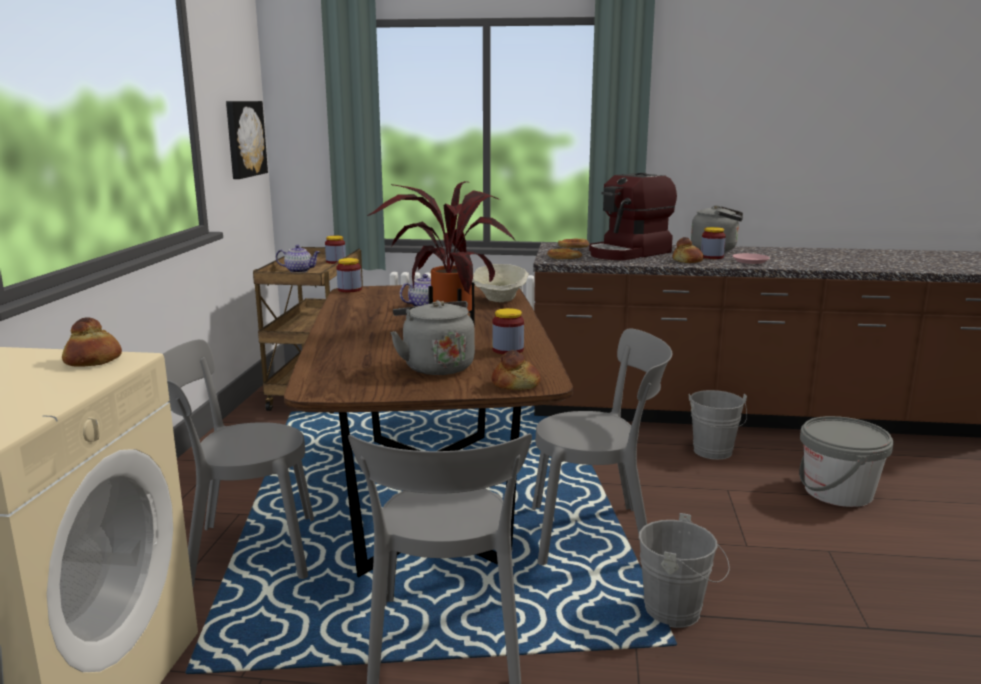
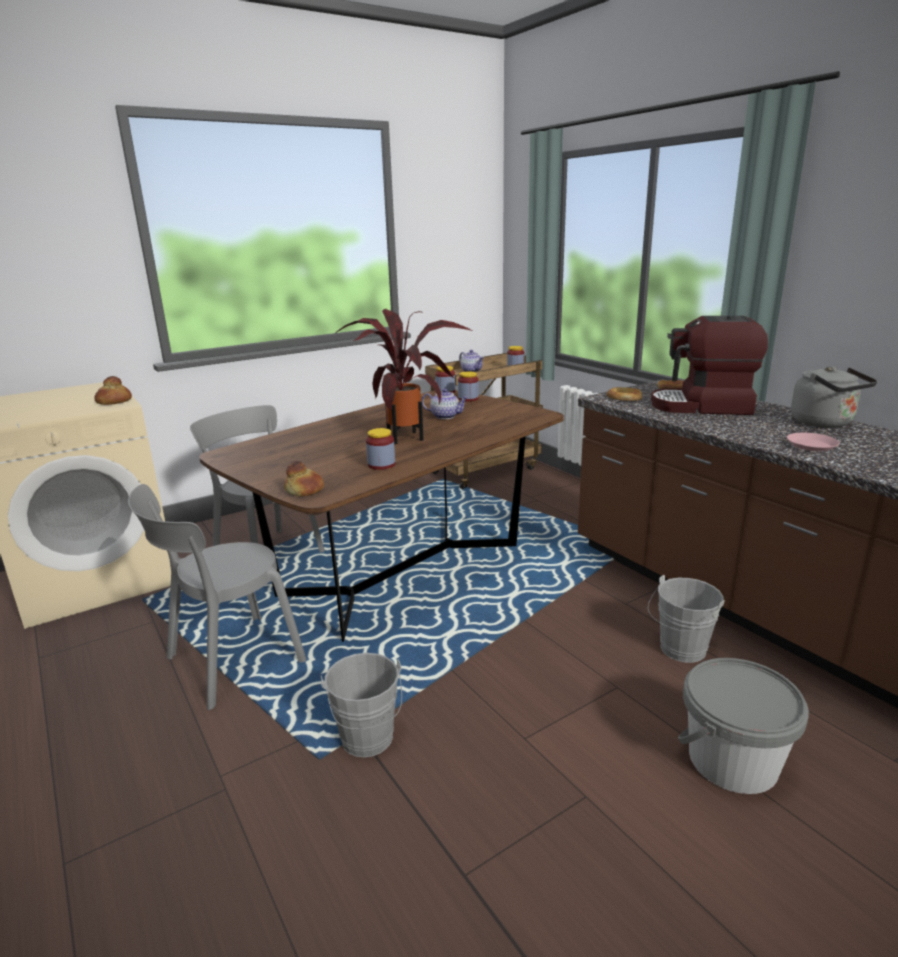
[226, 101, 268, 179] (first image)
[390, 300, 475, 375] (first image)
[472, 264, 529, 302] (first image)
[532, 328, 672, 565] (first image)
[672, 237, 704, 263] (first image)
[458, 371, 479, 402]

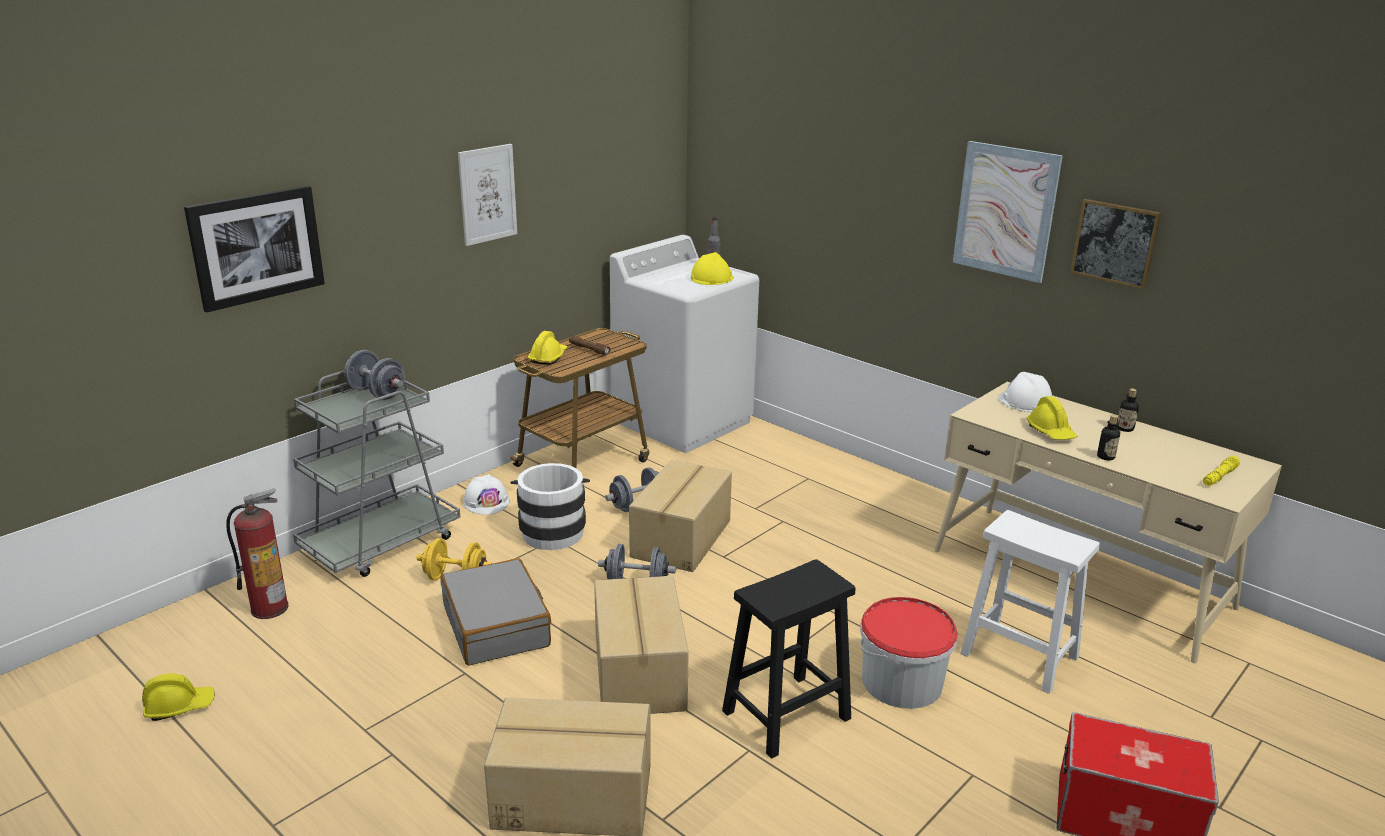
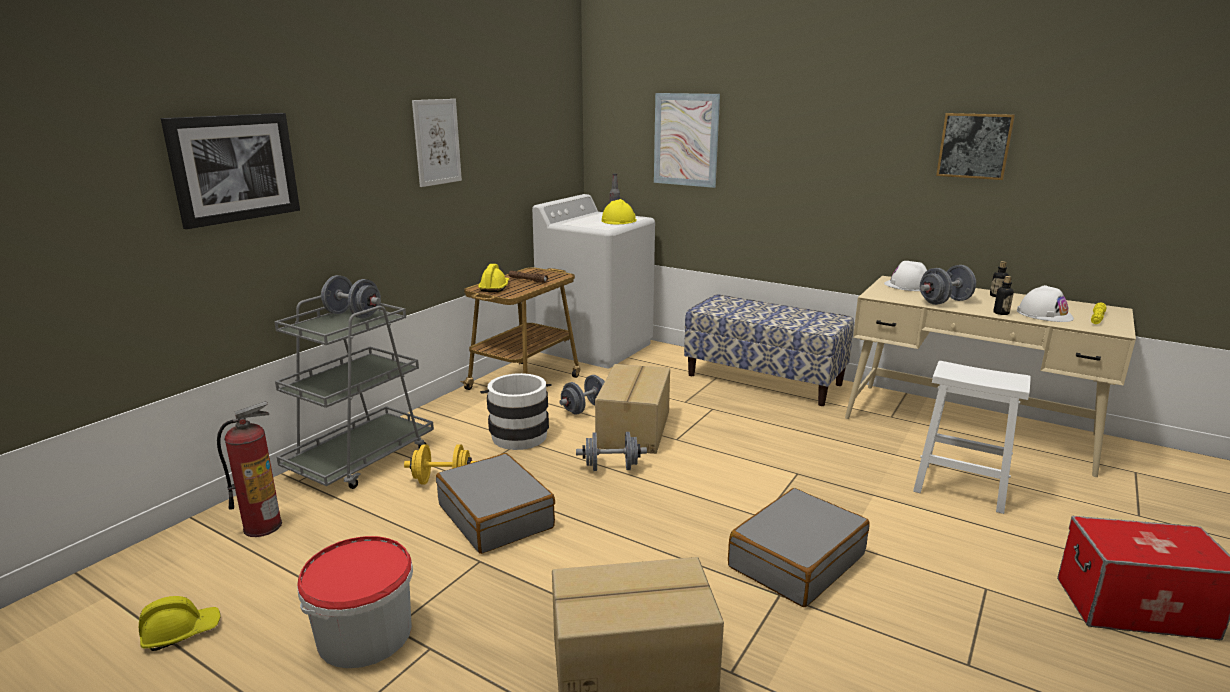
[1017, 285, 1074, 322]
[594, 576, 689, 714] (first image)
[728, 488, 870, 607]
[297, 536, 413, 668]
[654, 93, 720, 188]
[920, 265, 976, 305]
[684, 294, 854, 406]

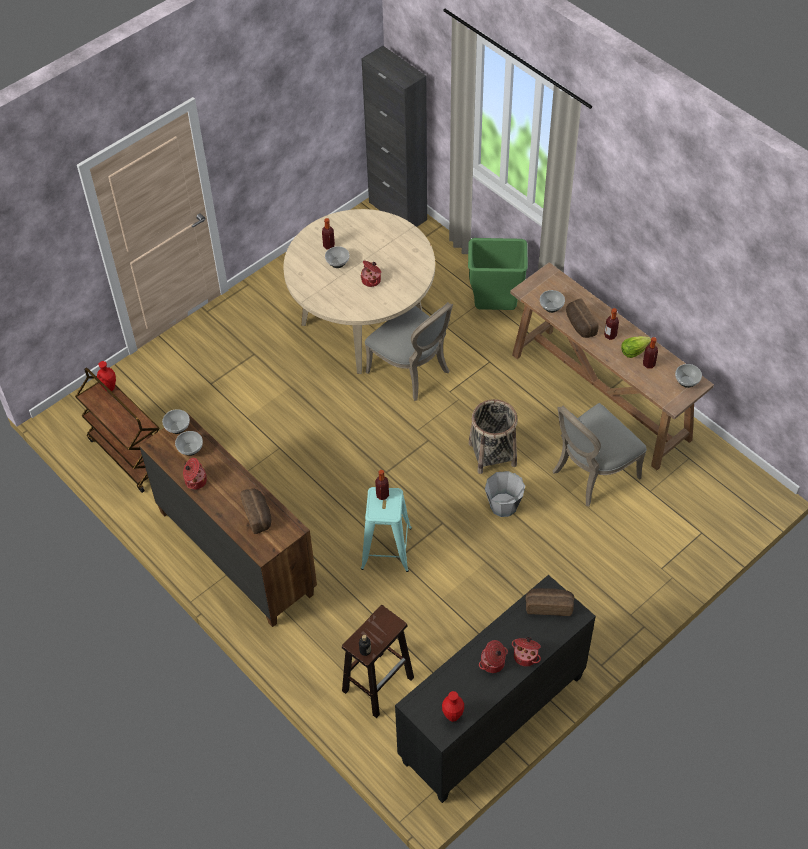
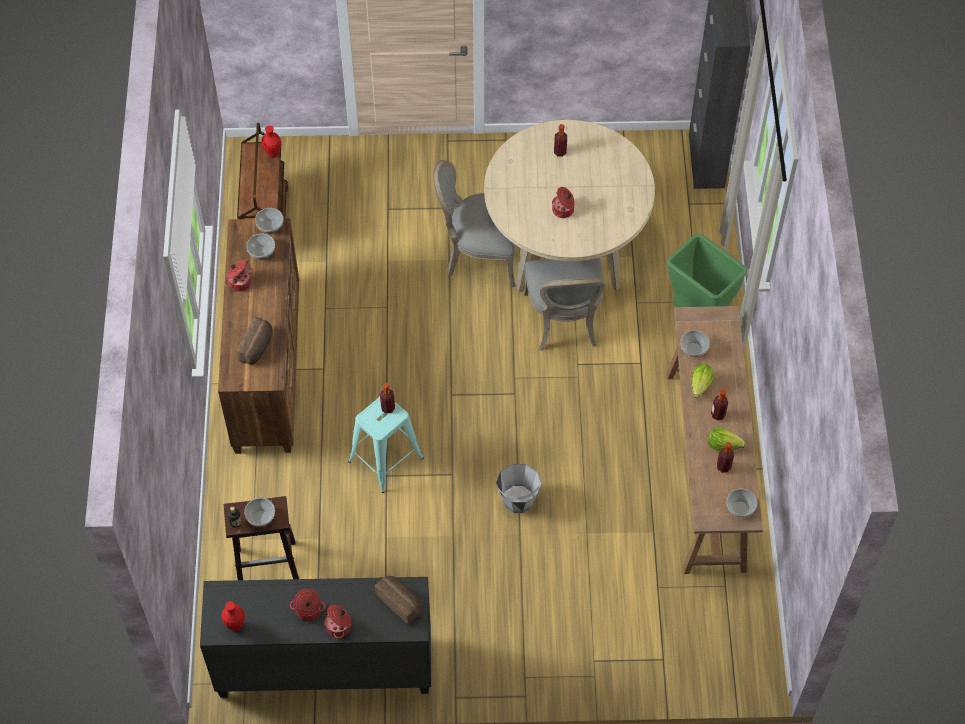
[244, 498, 275, 526]
[469, 399, 518, 474] (first image)
[433, 160, 515, 287]
[691, 364, 714, 398]

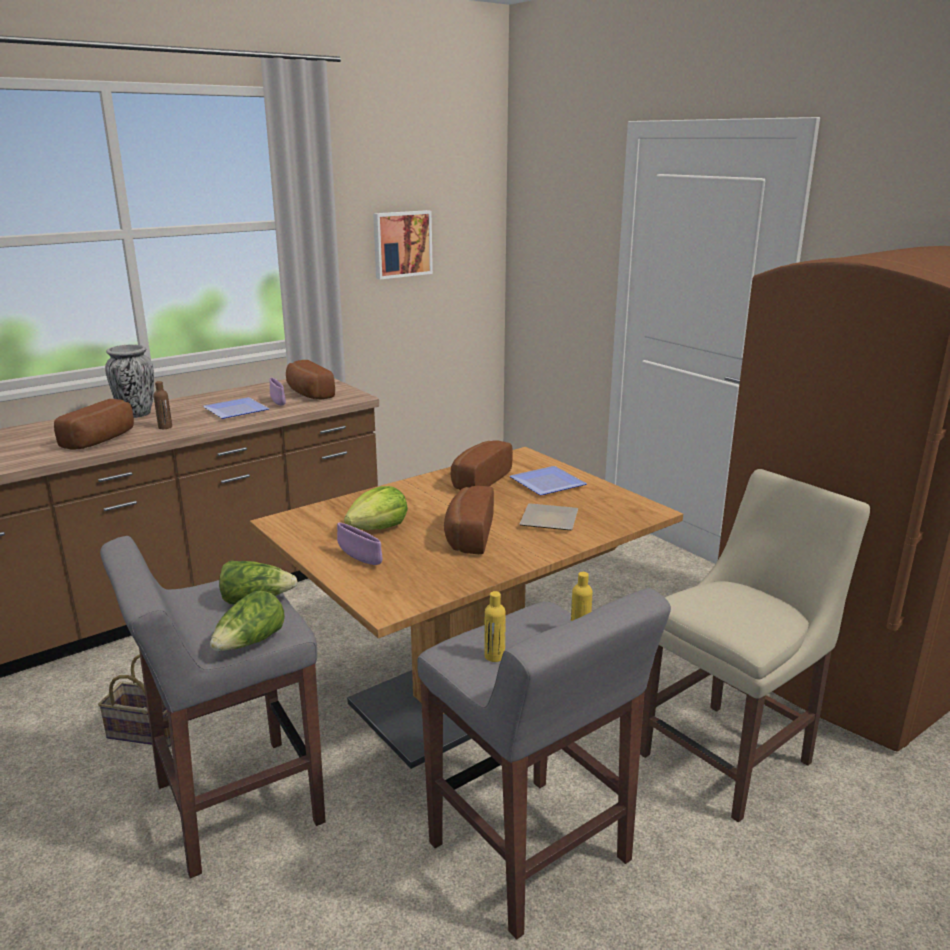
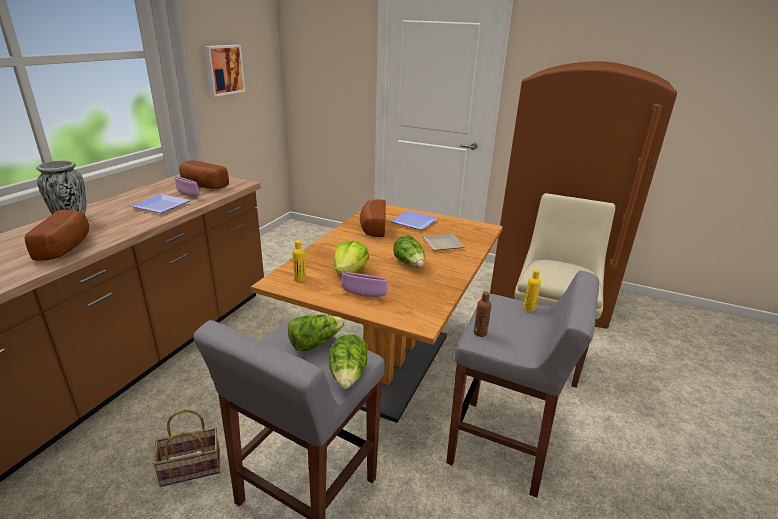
[474, 291, 491, 337]
[393, 235, 425, 267]
[292, 240, 306, 282]

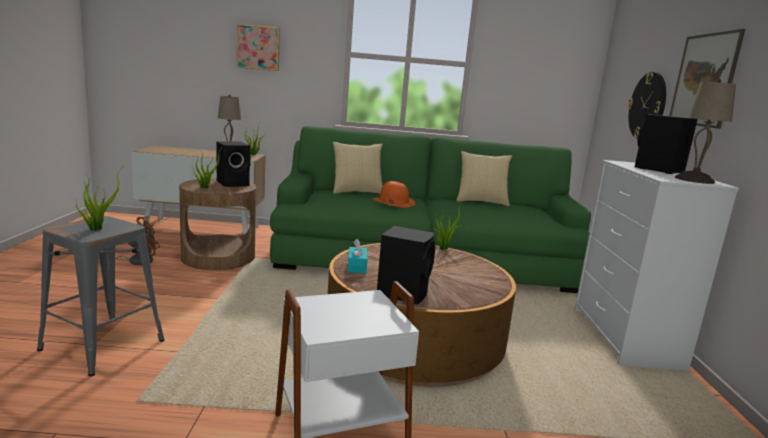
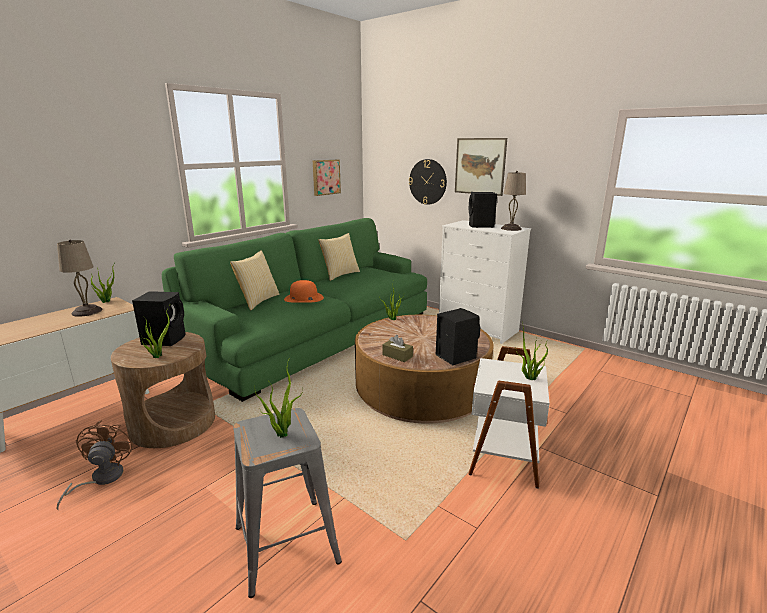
[313, 160, 341, 196]
[382, 335, 413, 362]
[516, 323, 549, 380]

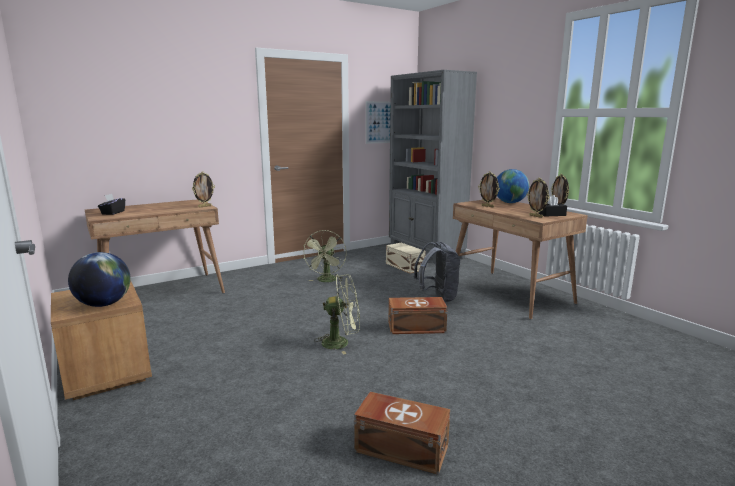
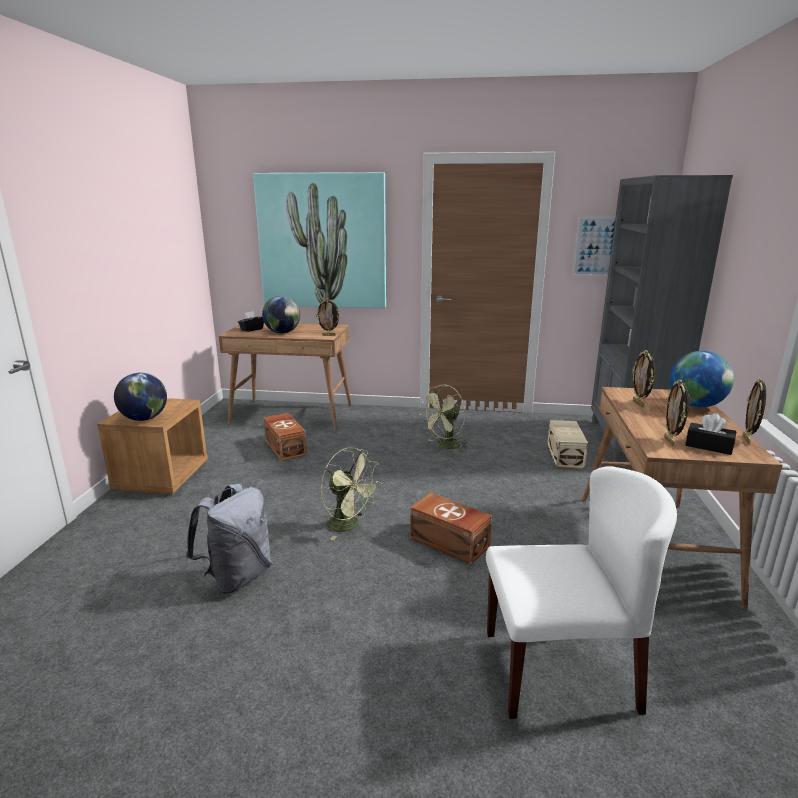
[263, 413, 307, 461]
[186, 484, 272, 594]
[253, 172, 386, 308]
[262, 296, 300, 333]
[486, 467, 677, 719]

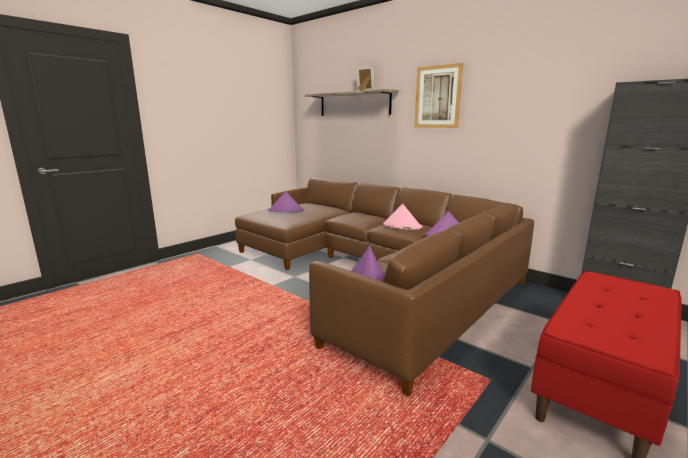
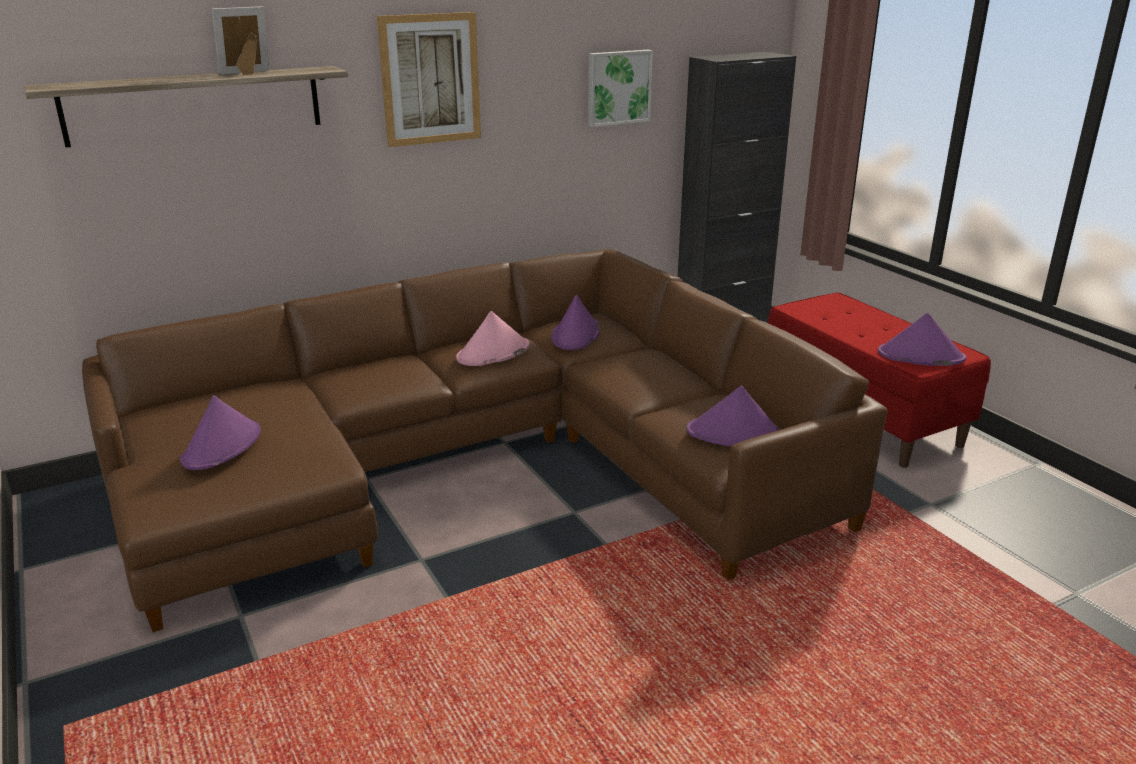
[588, 50, 653, 127]
[878, 313, 966, 366]

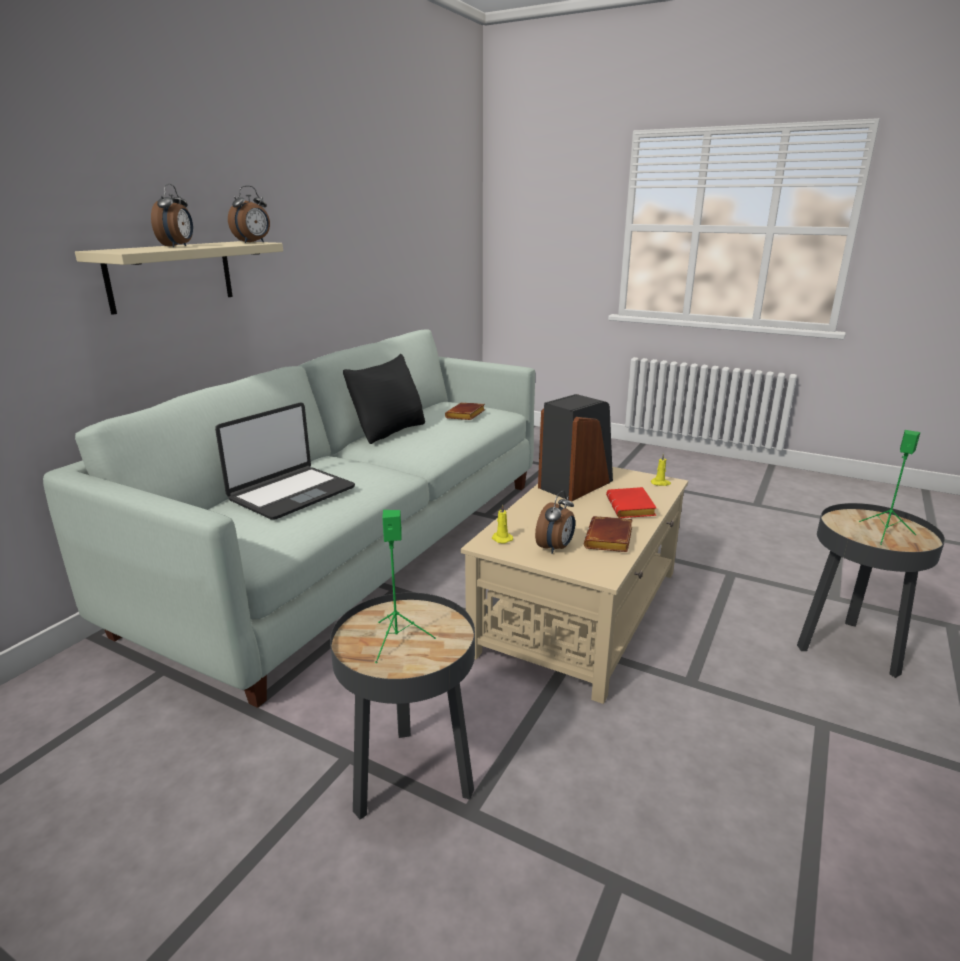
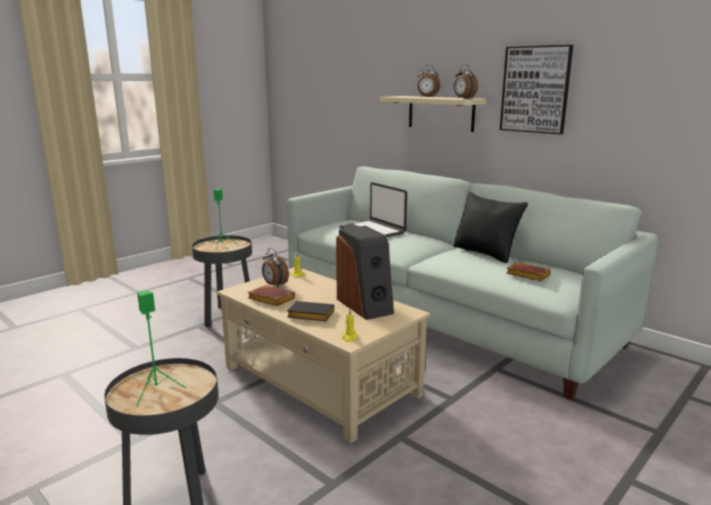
[287, 301, 334, 321]
[500, 45, 573, 134]

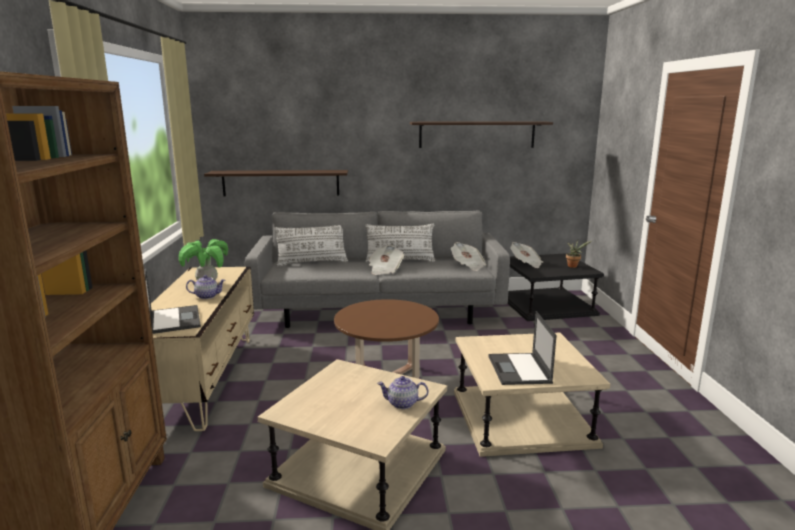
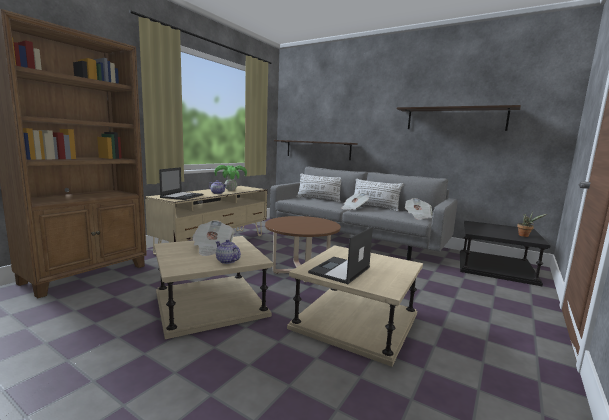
[192, 220, 235, 256]

